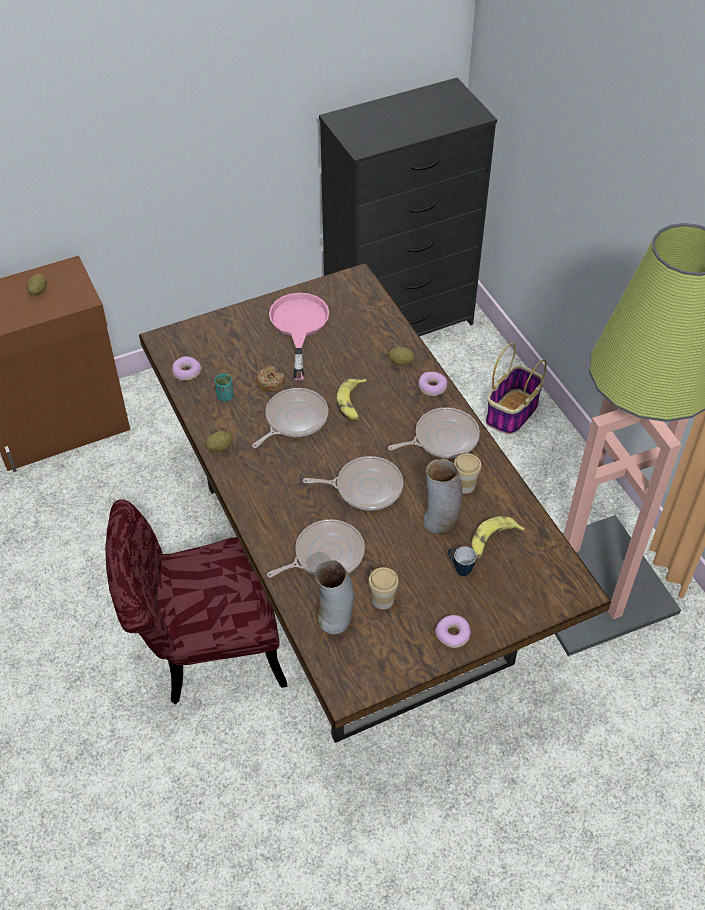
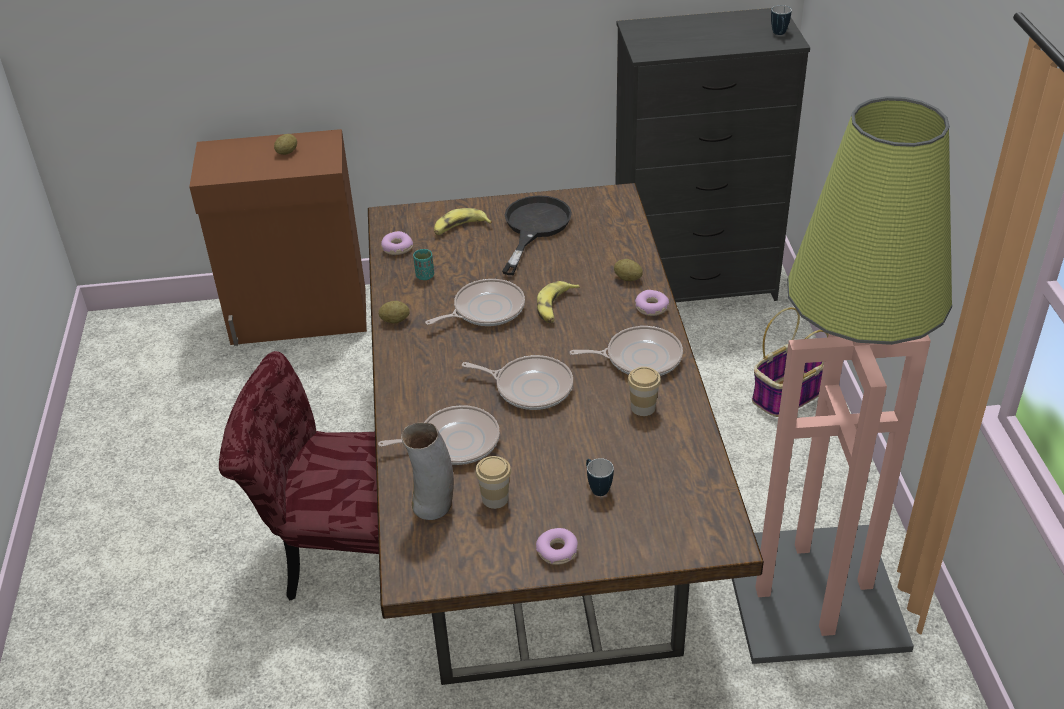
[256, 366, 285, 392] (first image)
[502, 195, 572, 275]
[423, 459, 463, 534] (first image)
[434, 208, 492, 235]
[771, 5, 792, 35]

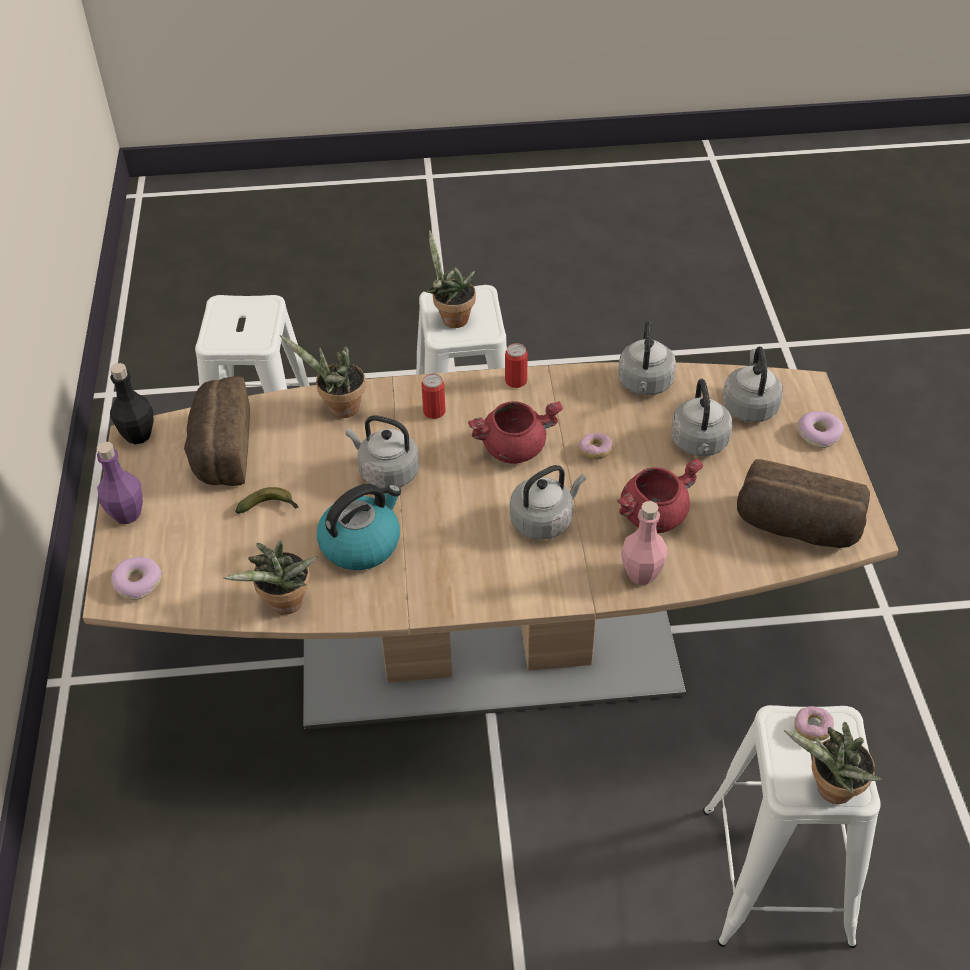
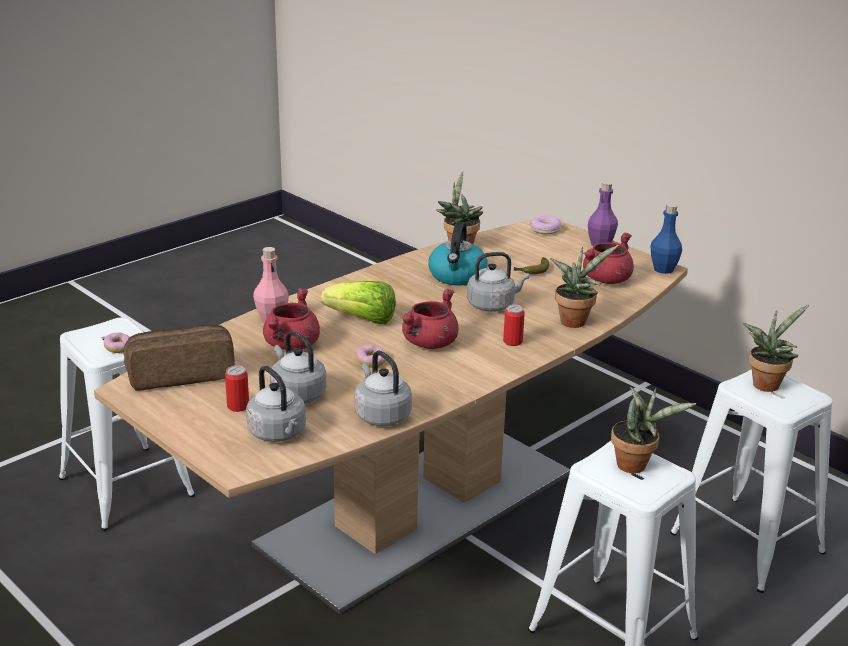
[650, 203, 682, 274]
[583, 232, 634, 284]
[225, 365, 249, 412]
[321, 281, 396, 324]
[743, 305, 809, 392]
[798, 411, 844, 448] (first image)

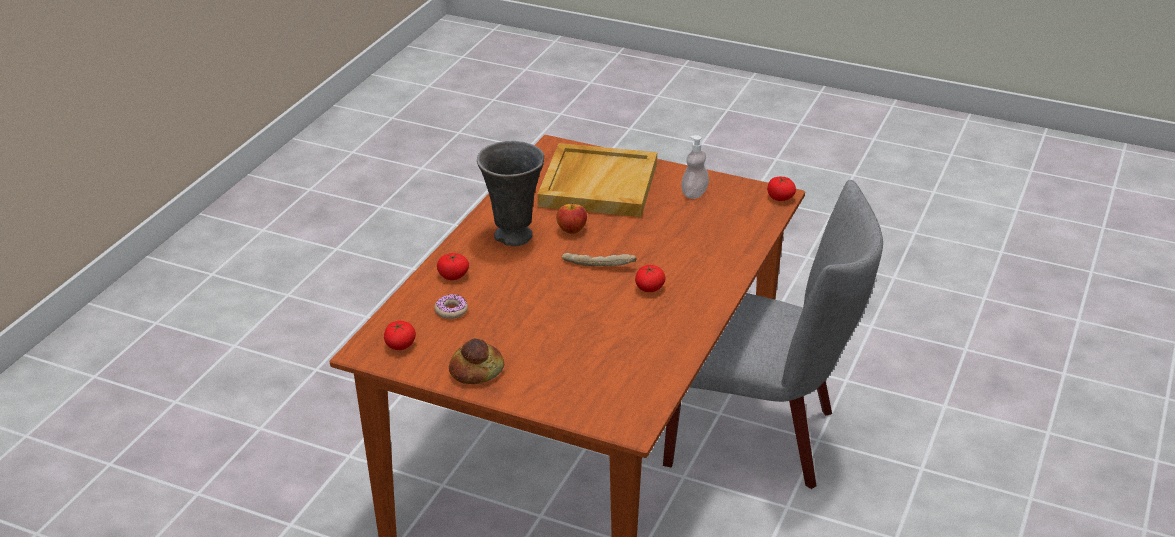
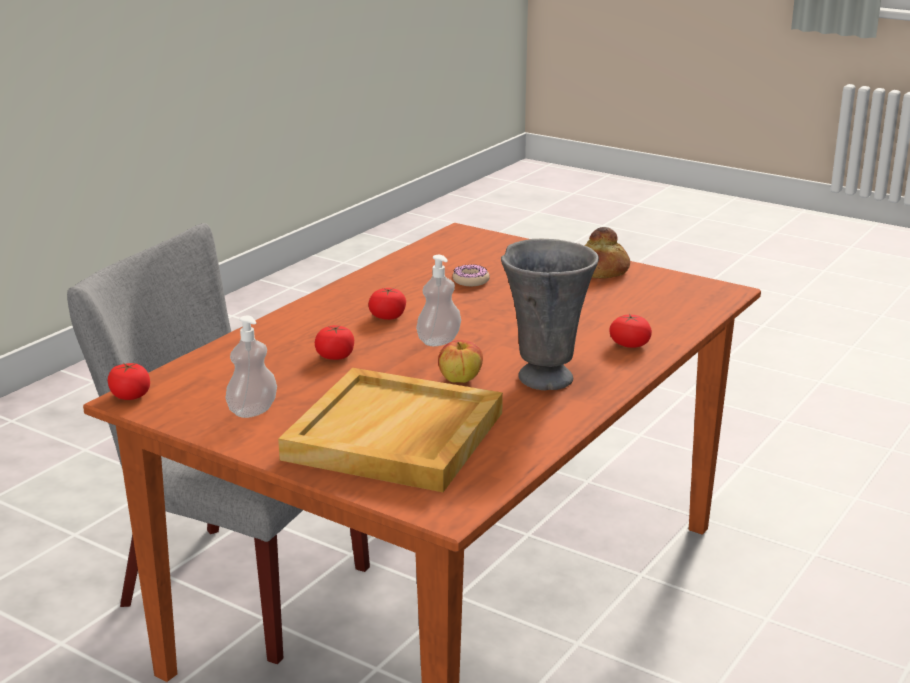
[315, 325, 354, 360]
[453, 265, 490, 286]
[416, 255, 461, 346]

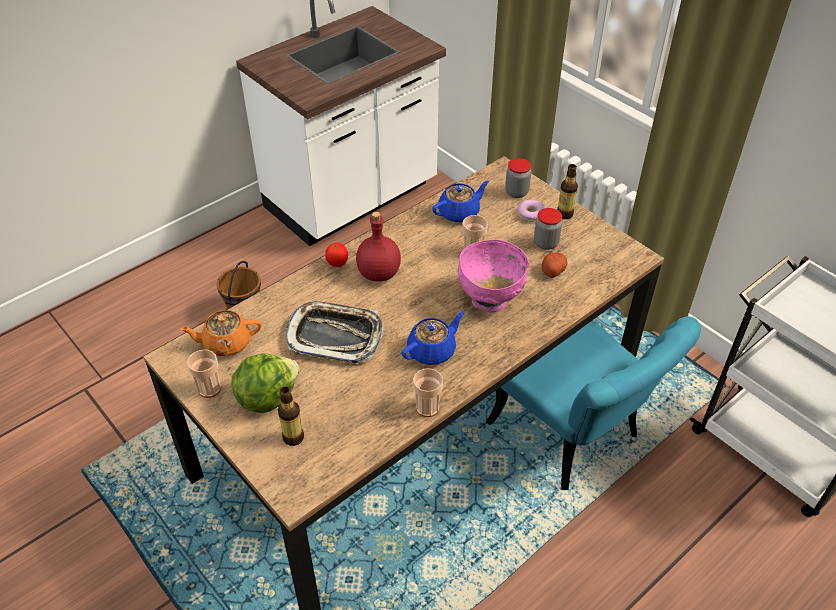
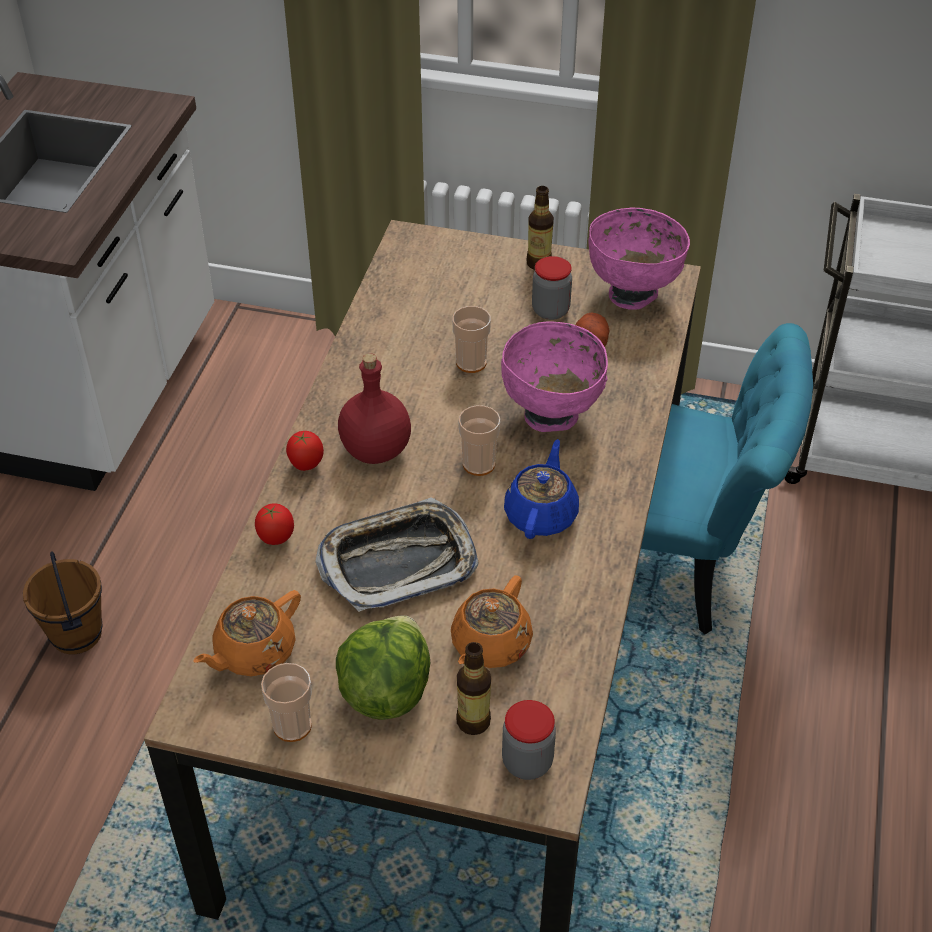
[458, 405, 500, 476]
[432, 180, 489, 223] (first image)
[502, 700, 556, 780]
[518, 200, 545, 222] (first image)
[255, 503, 294, 545]
[451, 575, 533, 668]
[588, 208, 690, 310]

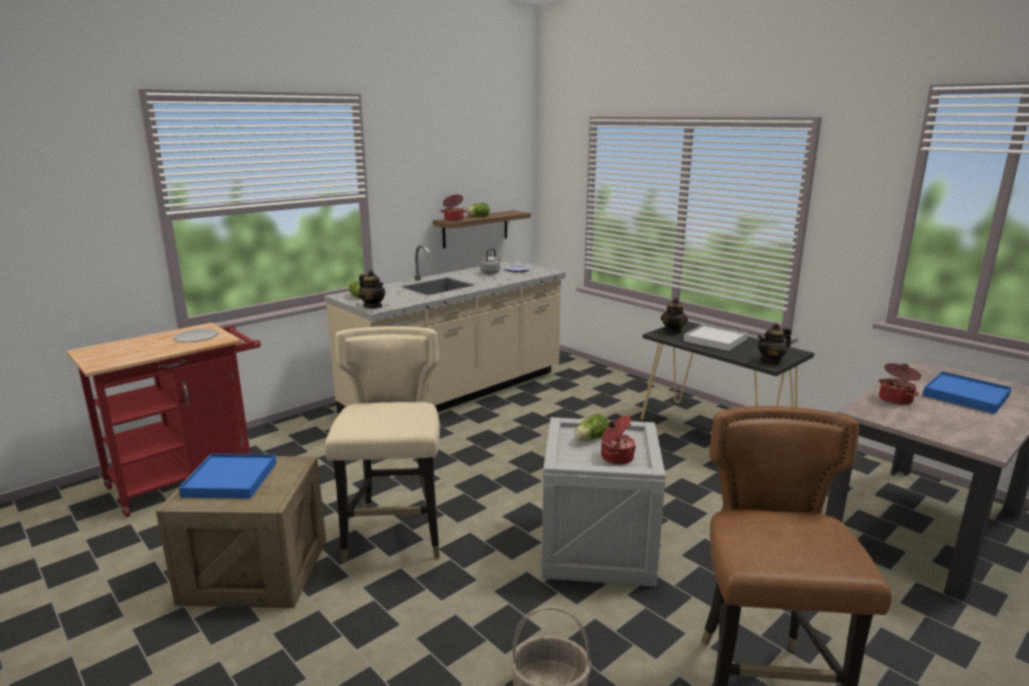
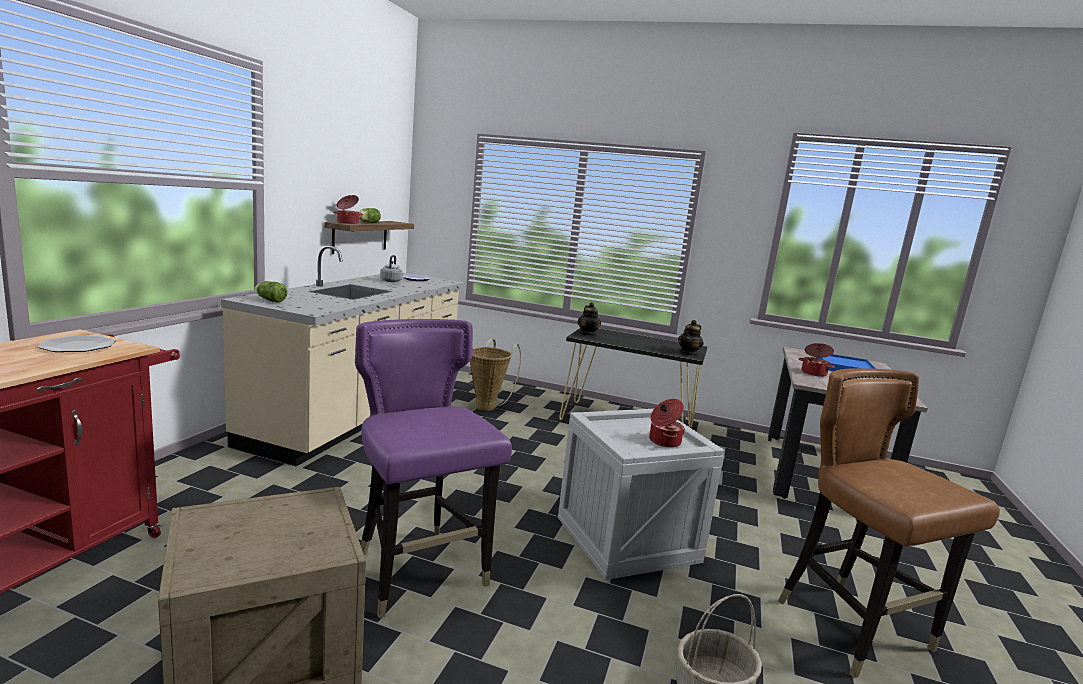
[179, 454, 276, 499] (first image)
[355, 319, 512, 618]
[359, 270, 385, 308] (first image)
[574, 414, 609, 441] (first image)
[683, 324, 748, 351] (first image)
[470, 339, 521, 411]

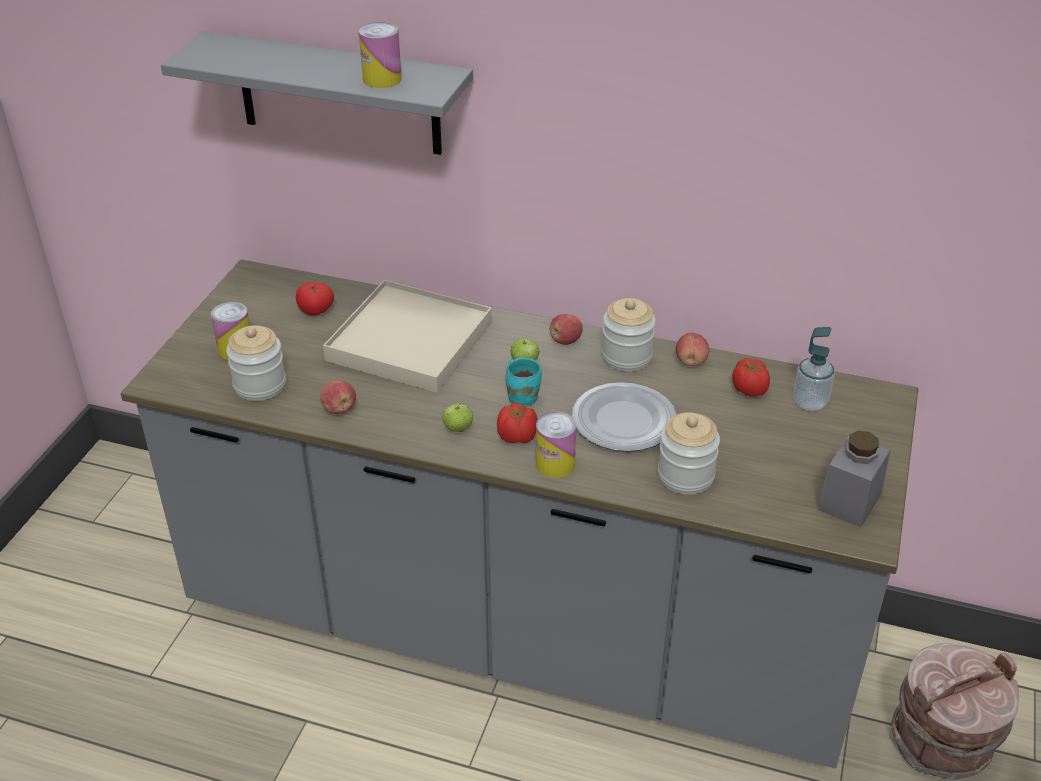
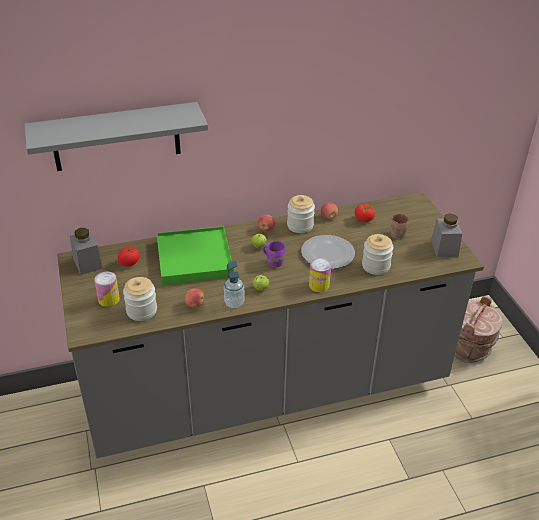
[157, 226, 234, 285]
[359, 22, 402, 88] (first image)
[497, 403, 538, 443] (first image)
[263, 241, 285, 268]
[224, 261, 245, 308]
[70, 228, 103, 275]
[390, 214, 409, 239]

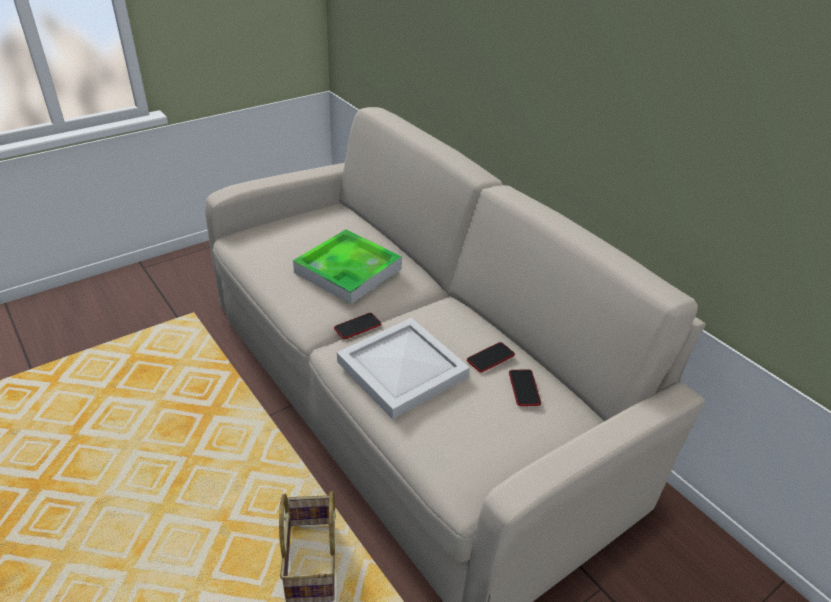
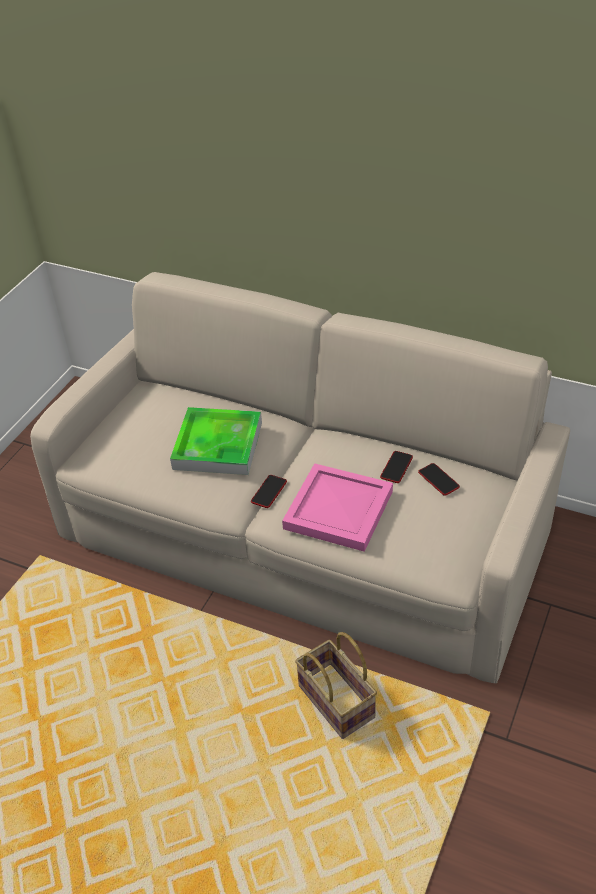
[282, 463, 393, 552]

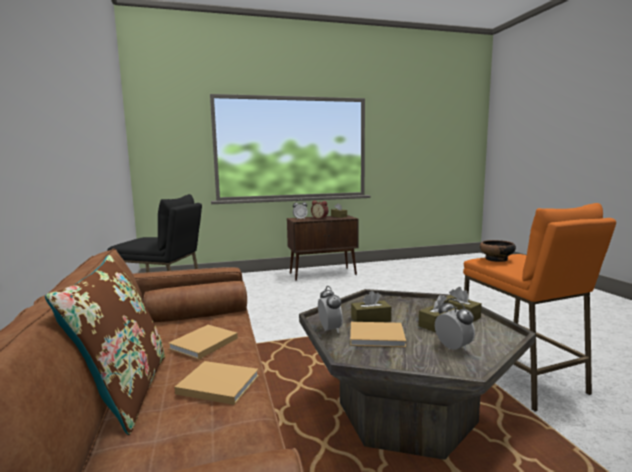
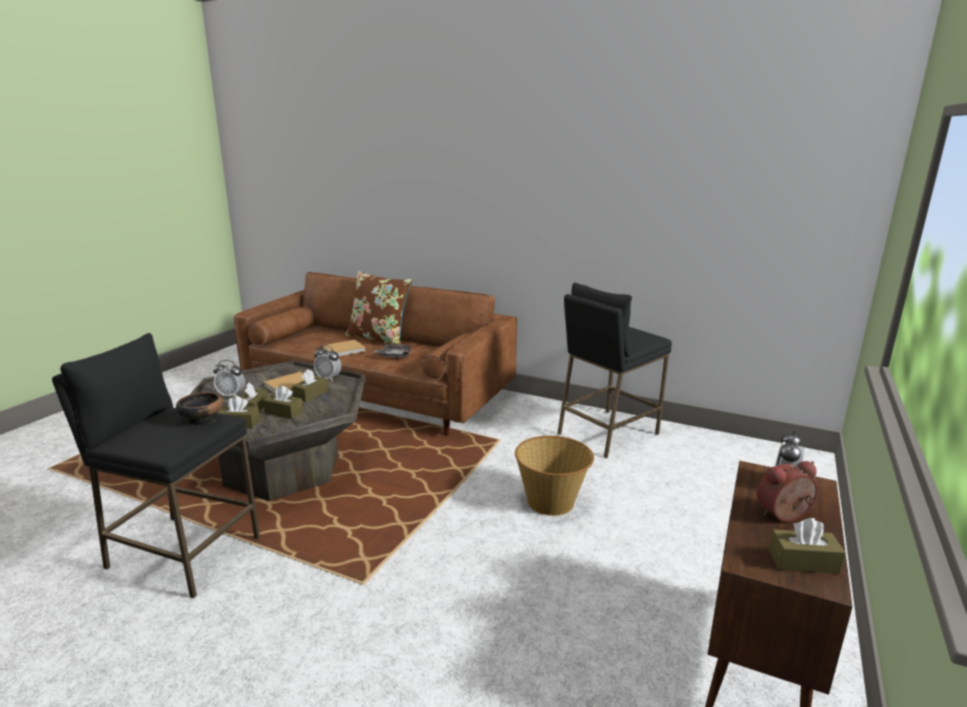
[374, 344, 411, 358]
[52, 333, 260, 598]
[263, 385, 303, 419]
[515, 436, 594, 516]

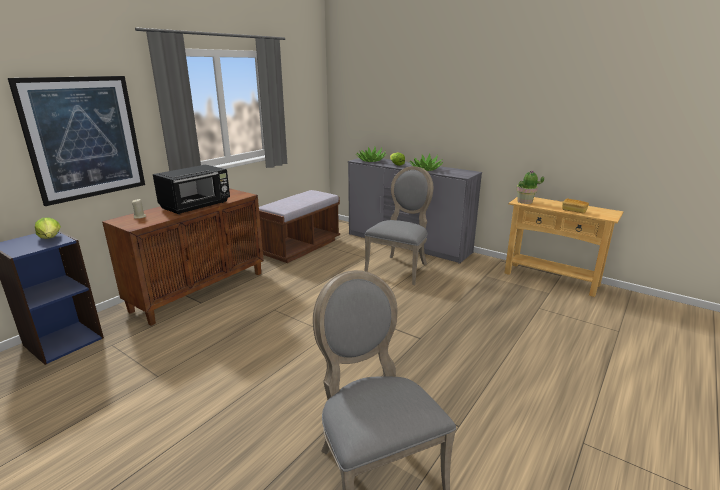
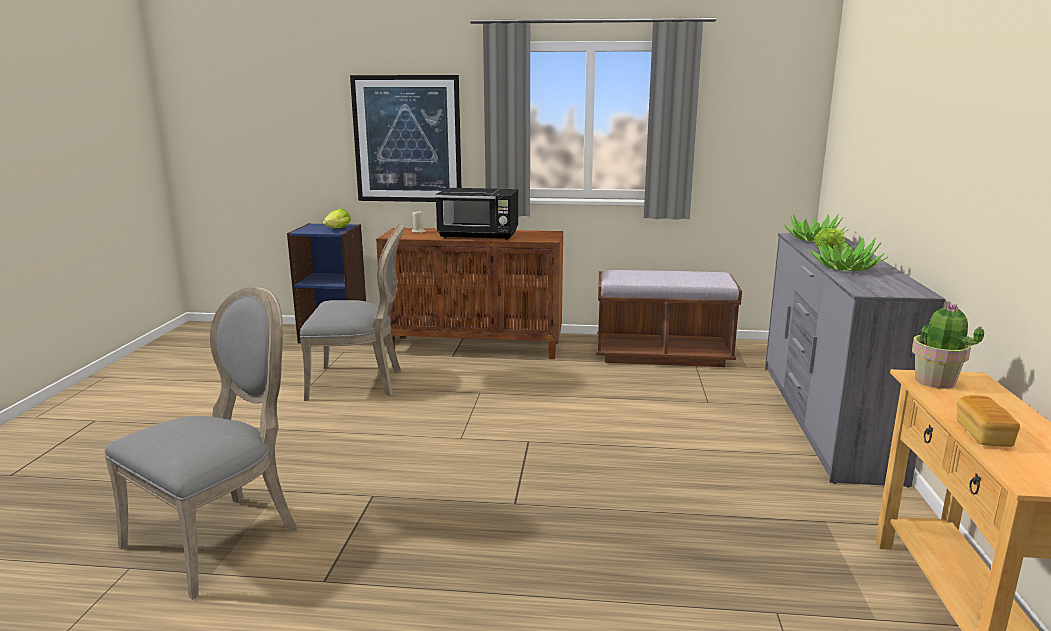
[300, 224, 405, 401]

